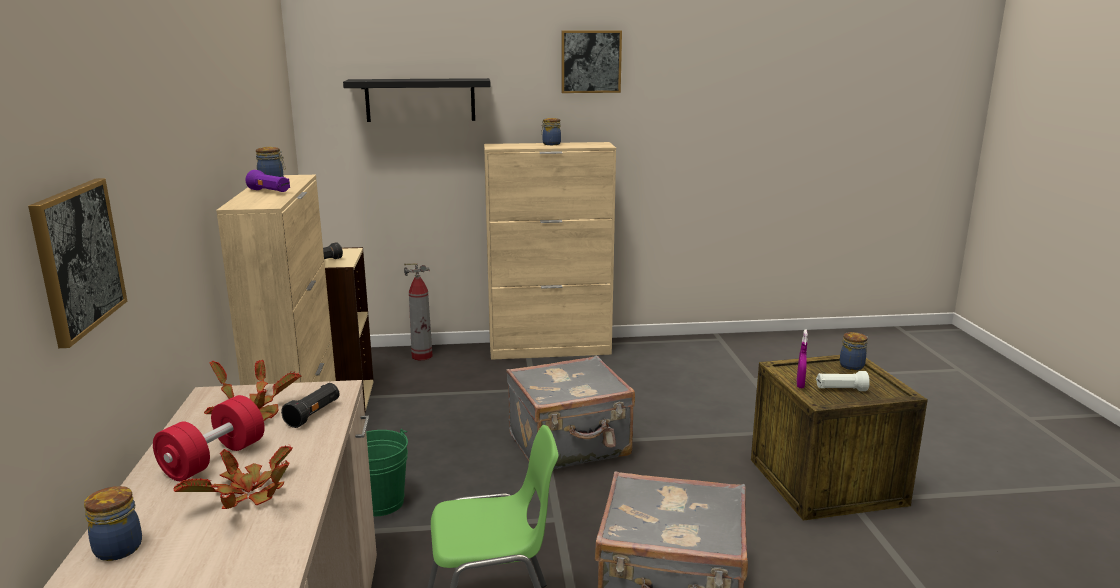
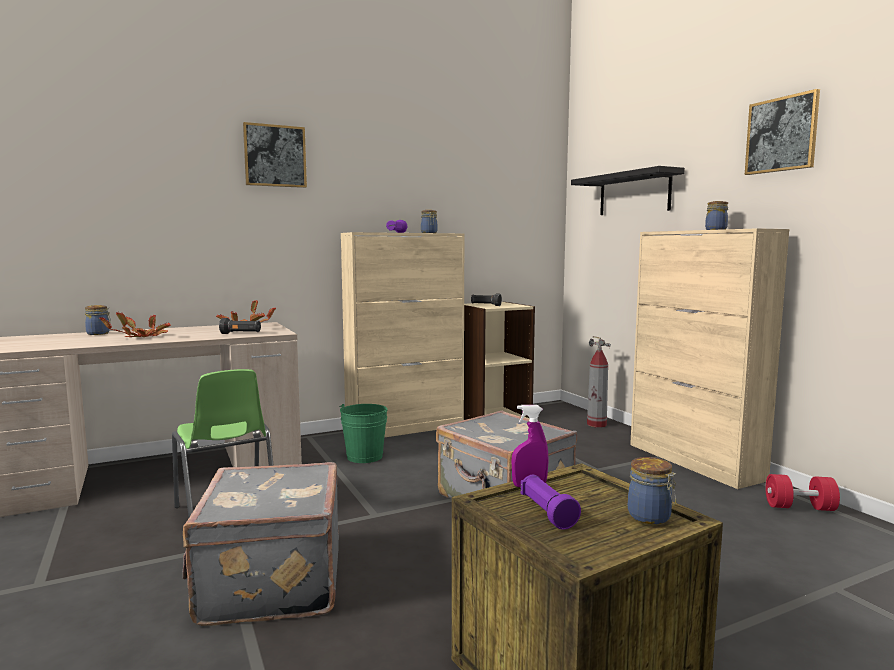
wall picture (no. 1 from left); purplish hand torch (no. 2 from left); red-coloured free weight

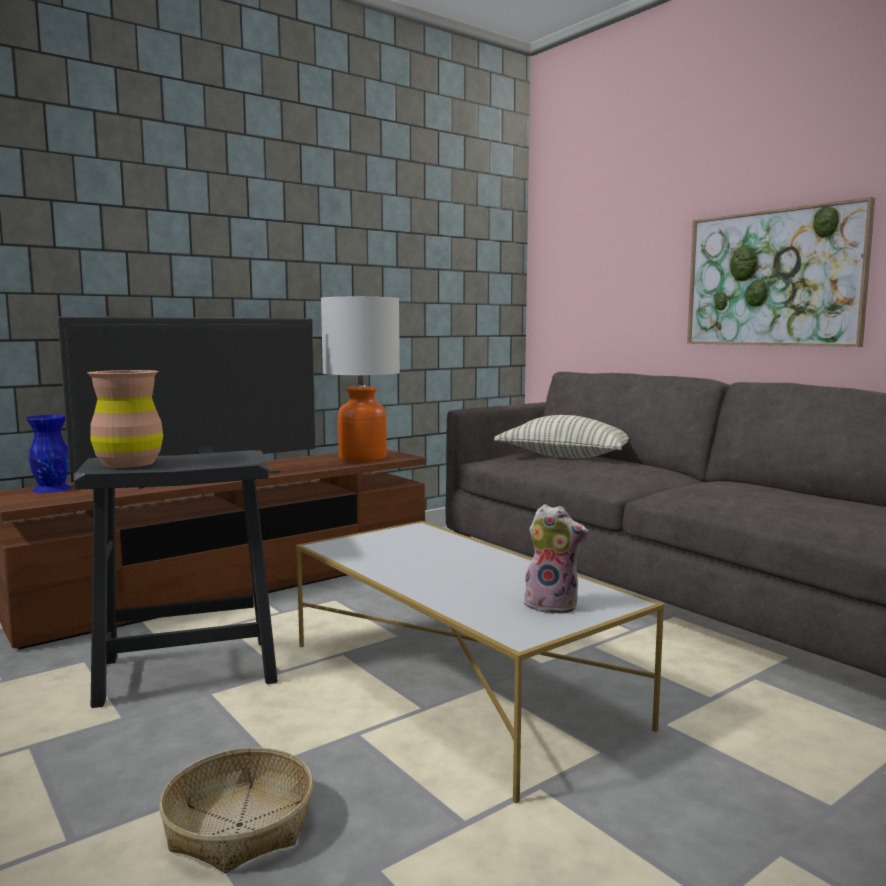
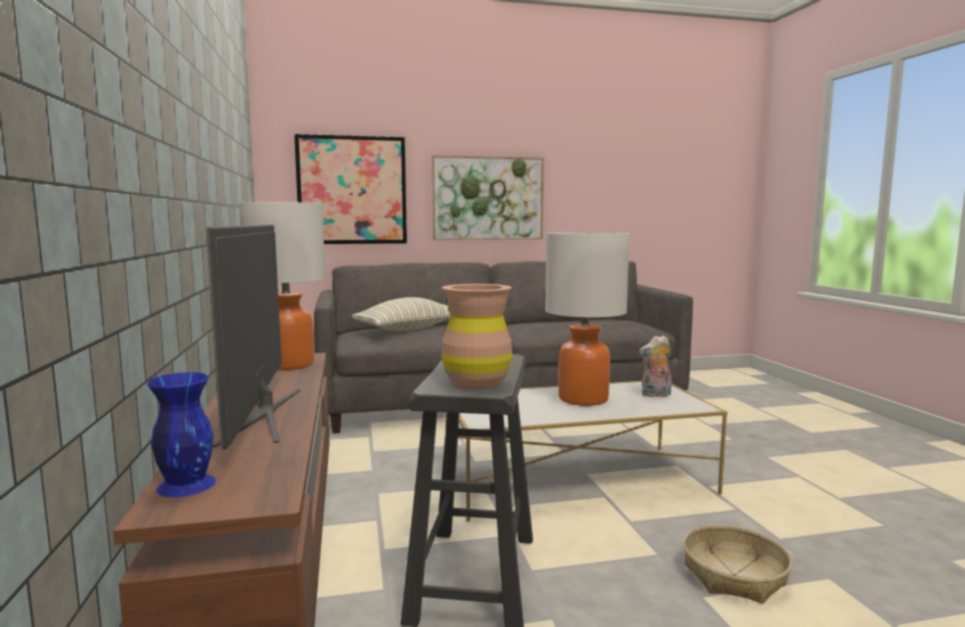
wall picture (no. 1 from left); tabletop lamp (no. 2 from left); cuddly toy

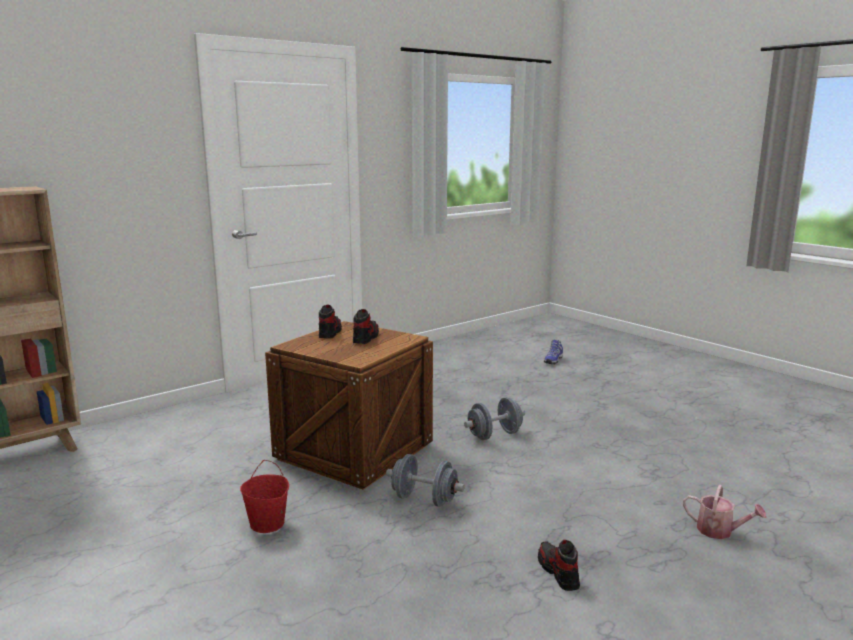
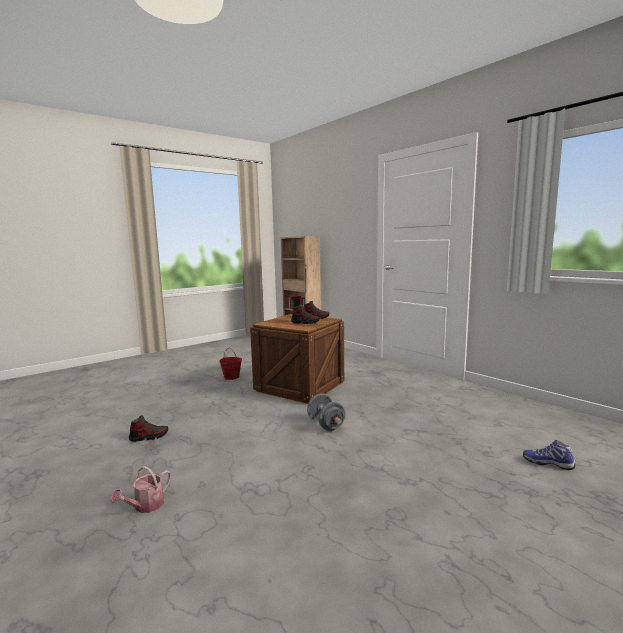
gray free weight (no. 1 from left in the first image)

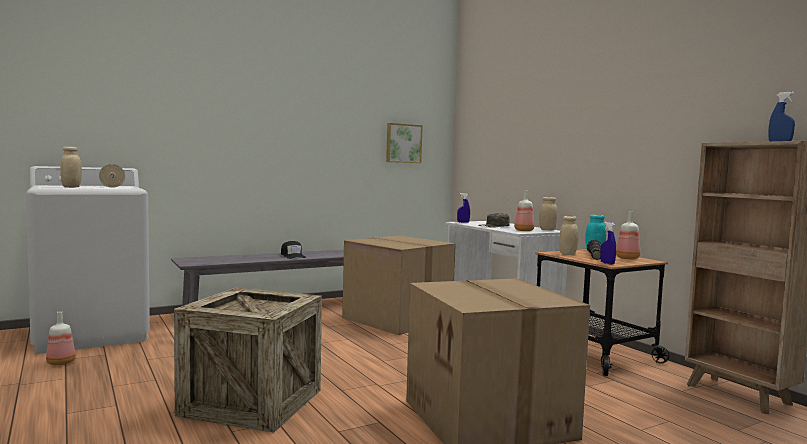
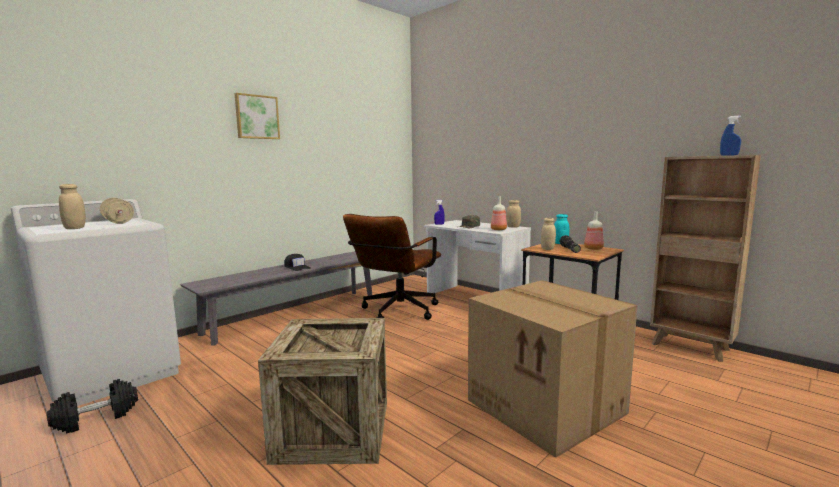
black-coloured free weight; wall picture; brown computer chair; blue-coloured sprayer (no. 2 from left in the first image)

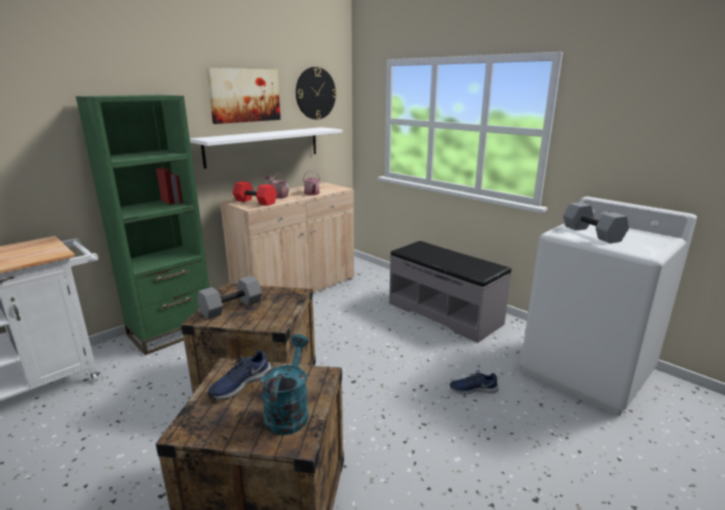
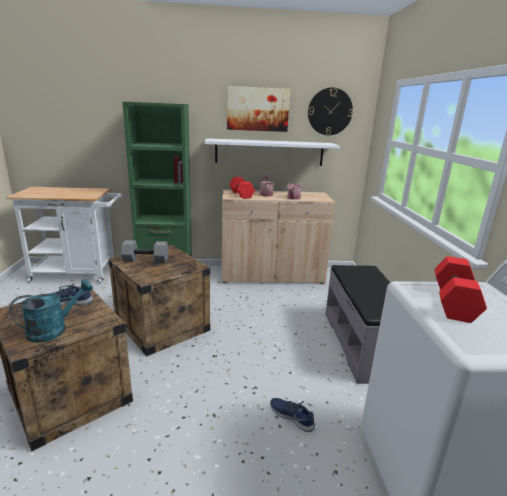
red-coloured free weight (no. 2 from left)

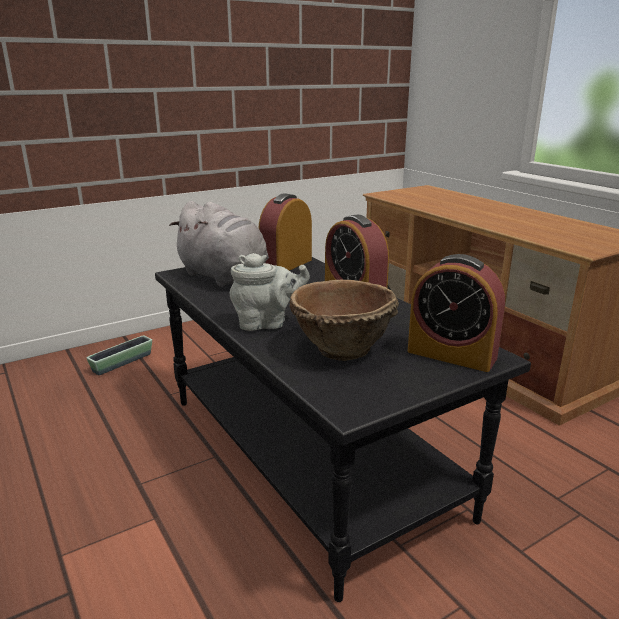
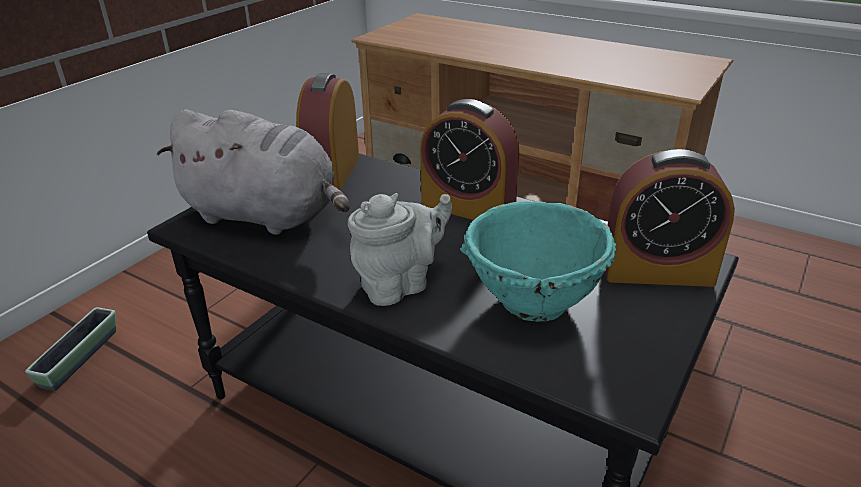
turquoise bowl

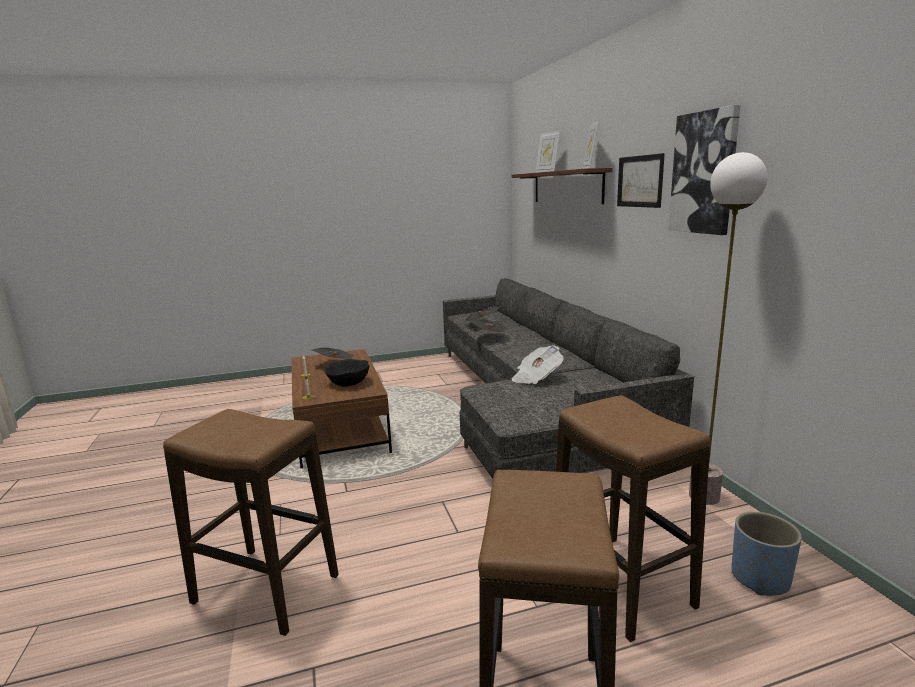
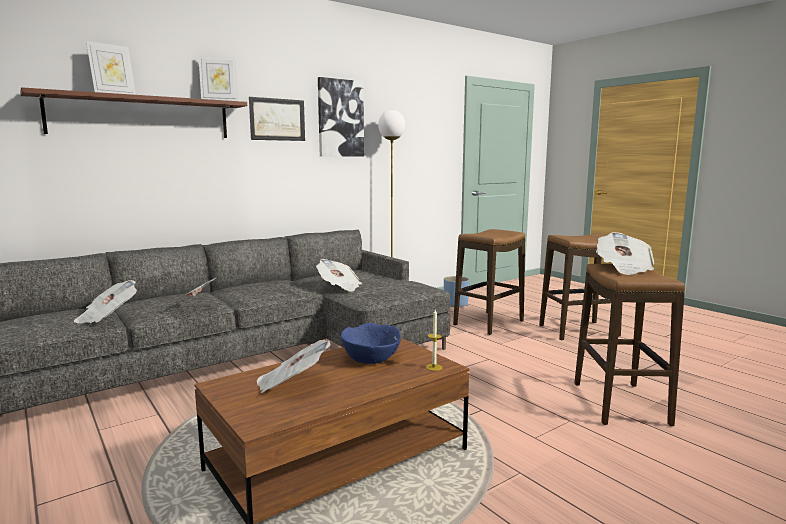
blue-coloured bowl; printed paper (no. 5 from left)

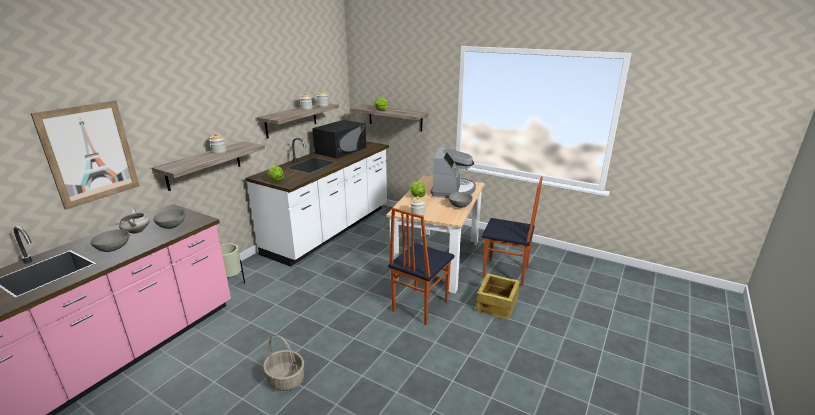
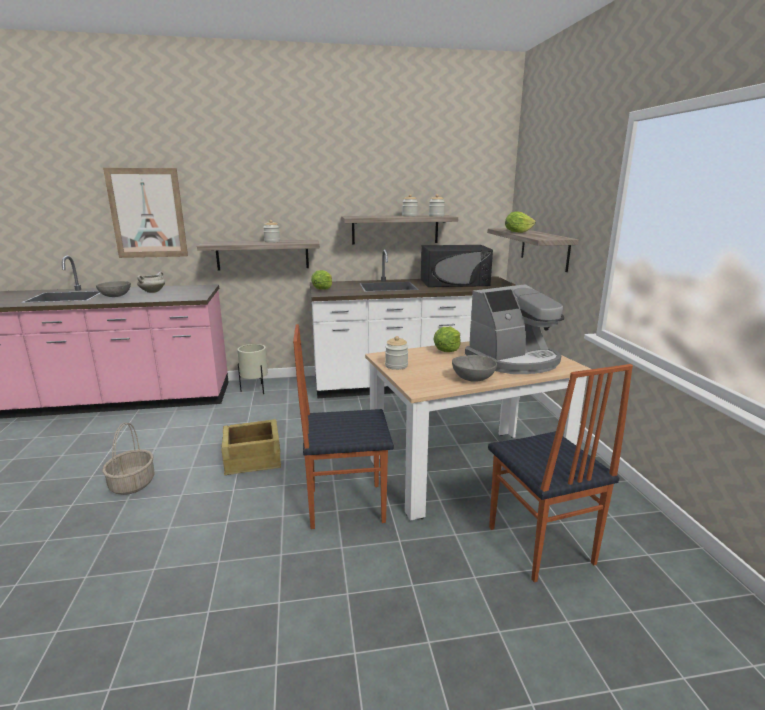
crate; gray bowl (no. 2 from left in the first image)

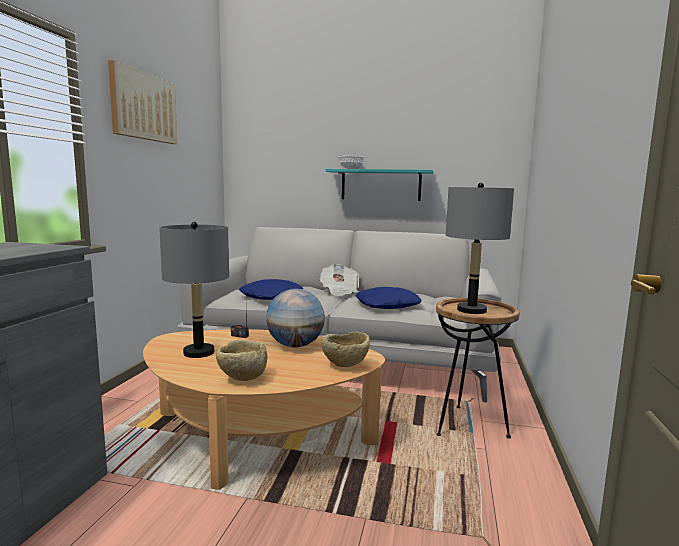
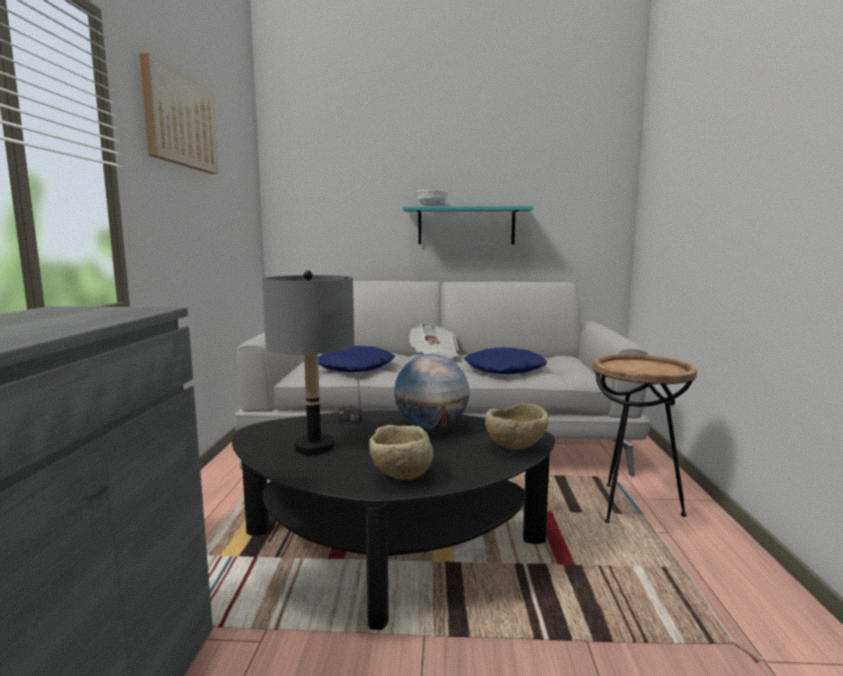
black-coloured lounge table; gray tabletop lamp (no. 2 from left in the first image)

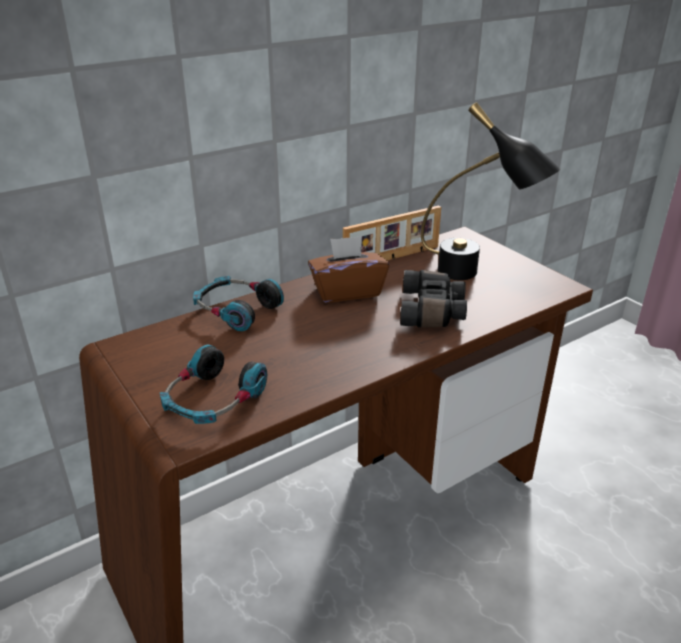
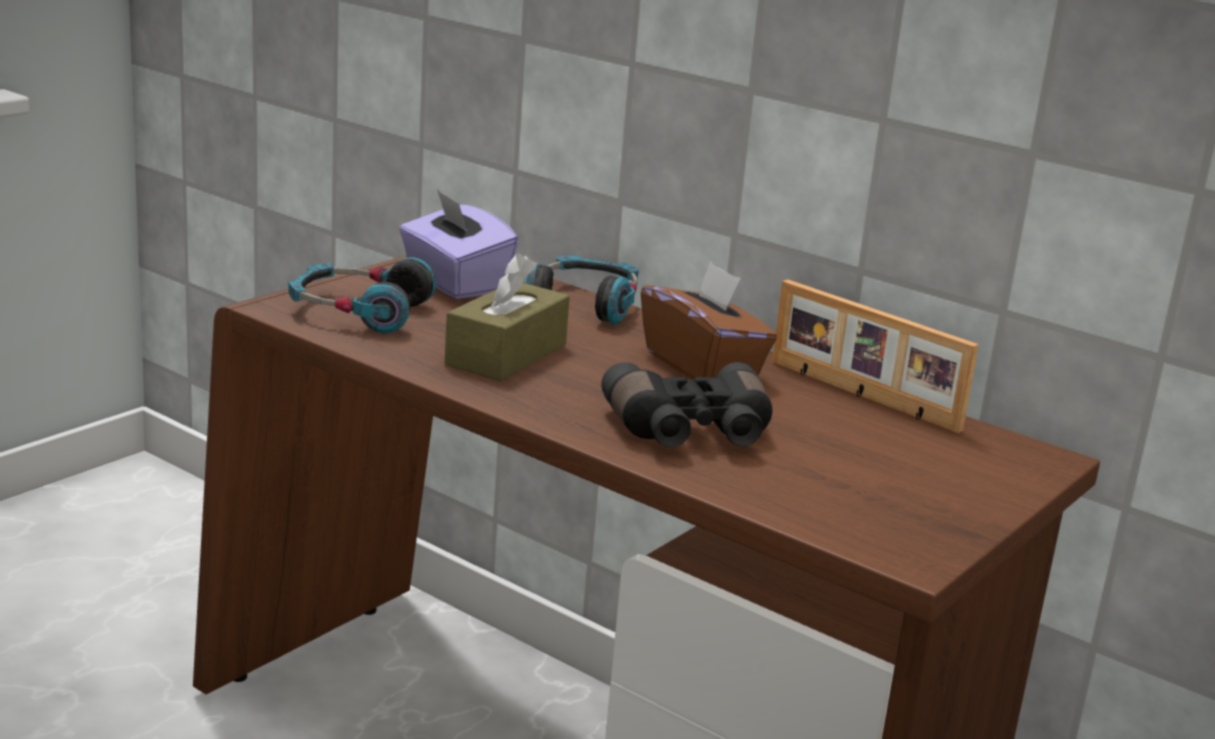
purplish box of tissues; brown box of tissues (no. 1 from left); black-coloured tabletop lamp

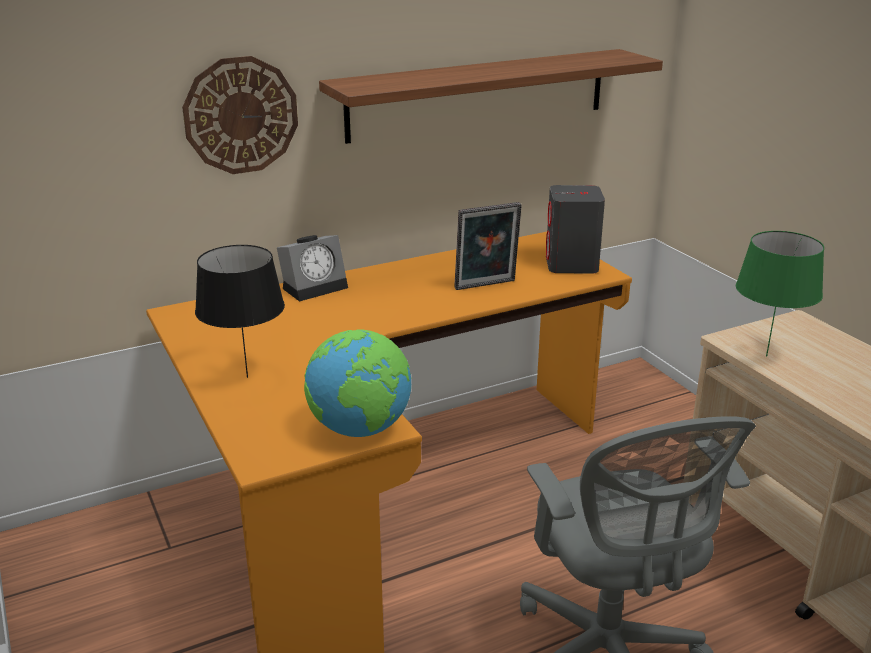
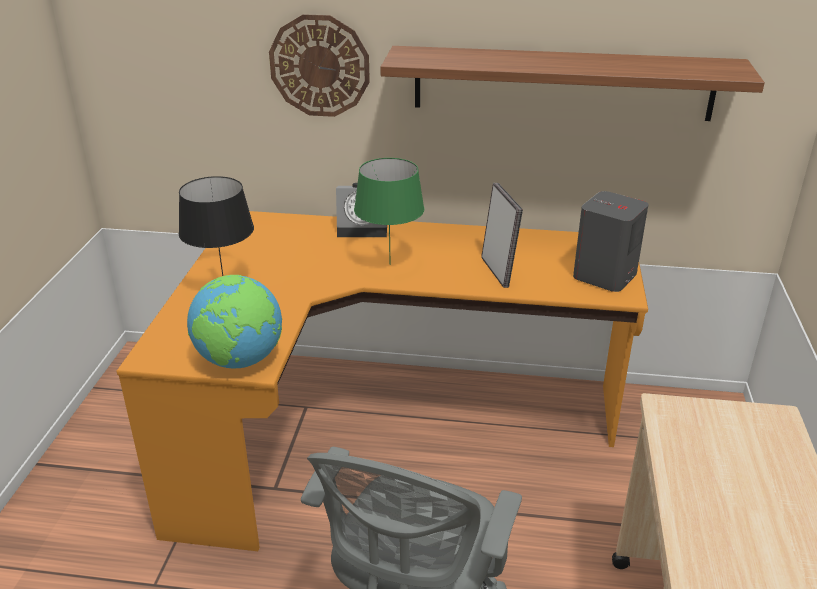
green tabletop lamp; photo frame

